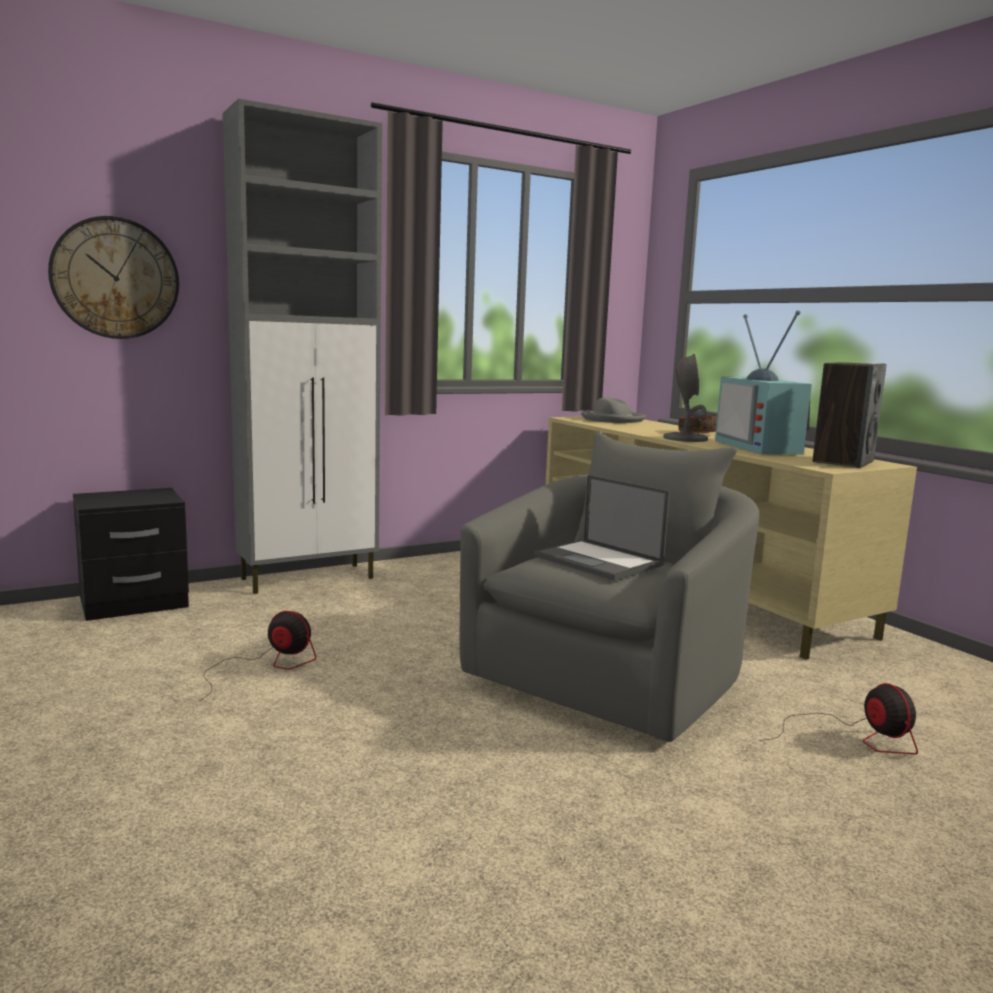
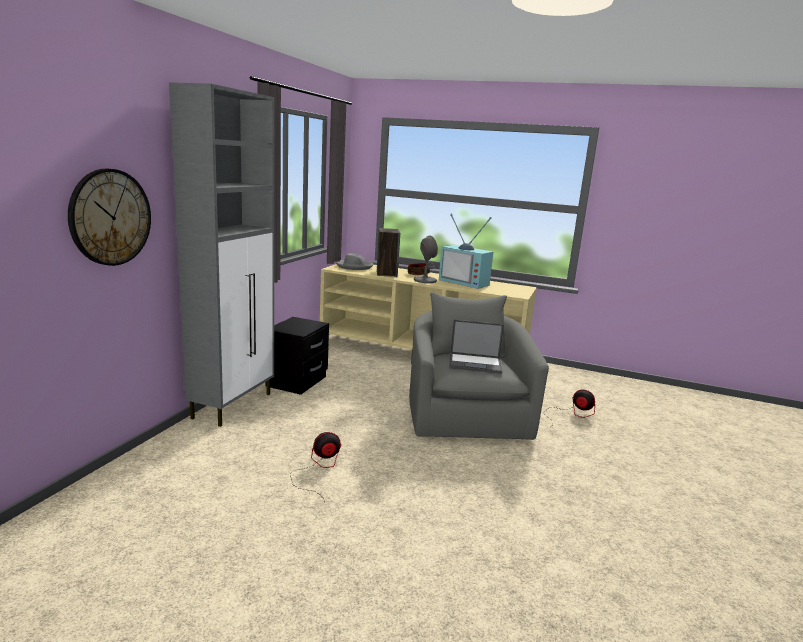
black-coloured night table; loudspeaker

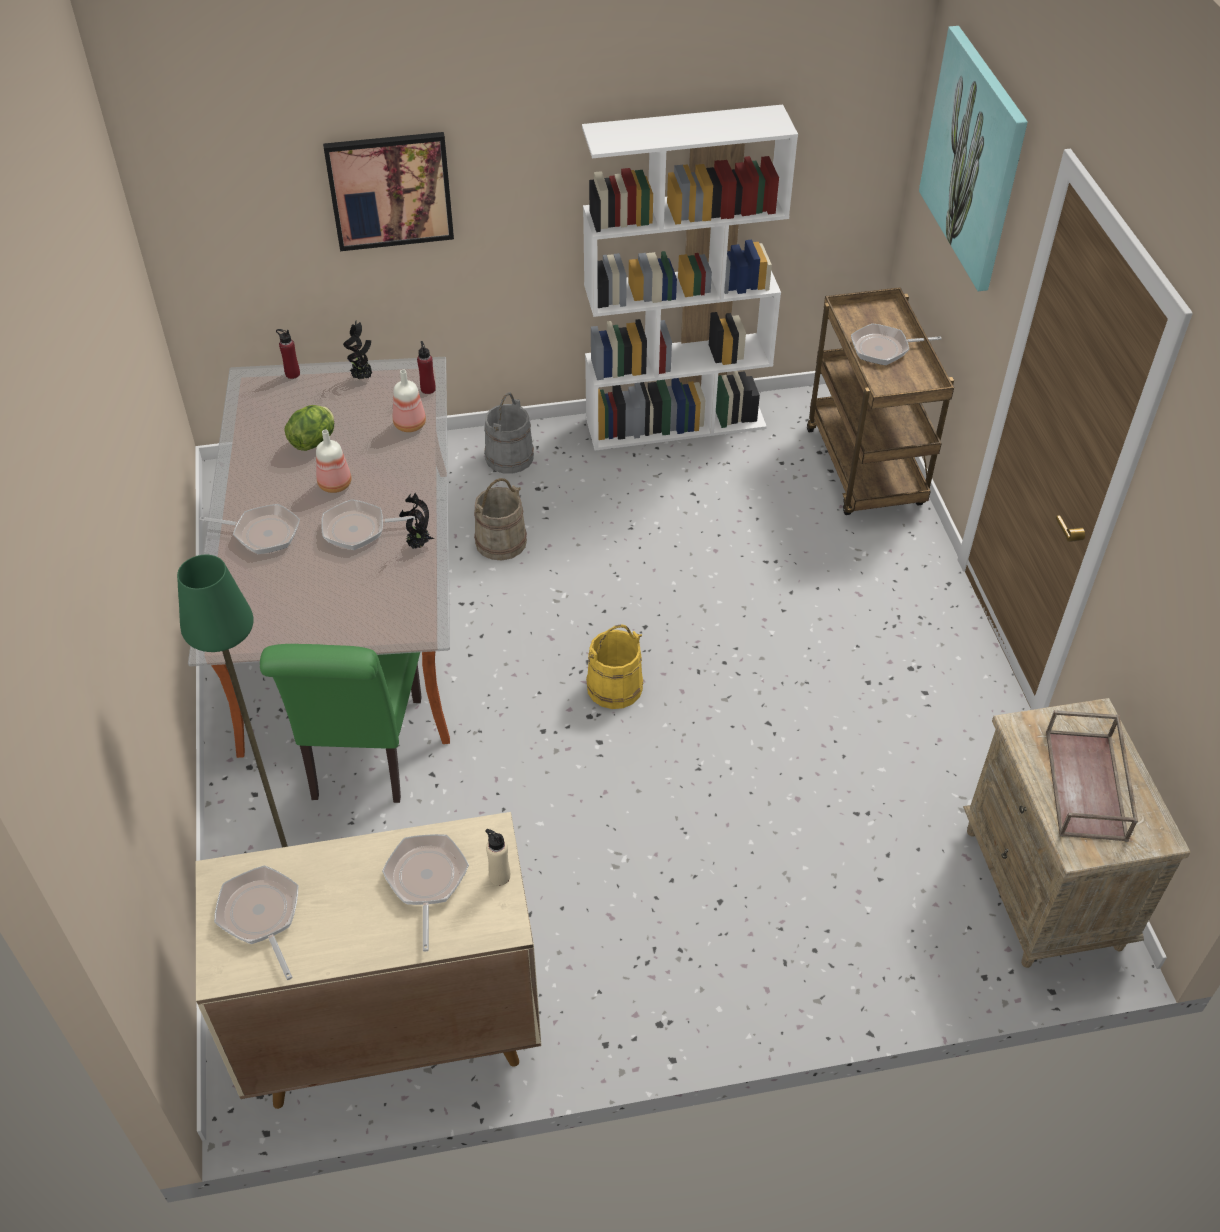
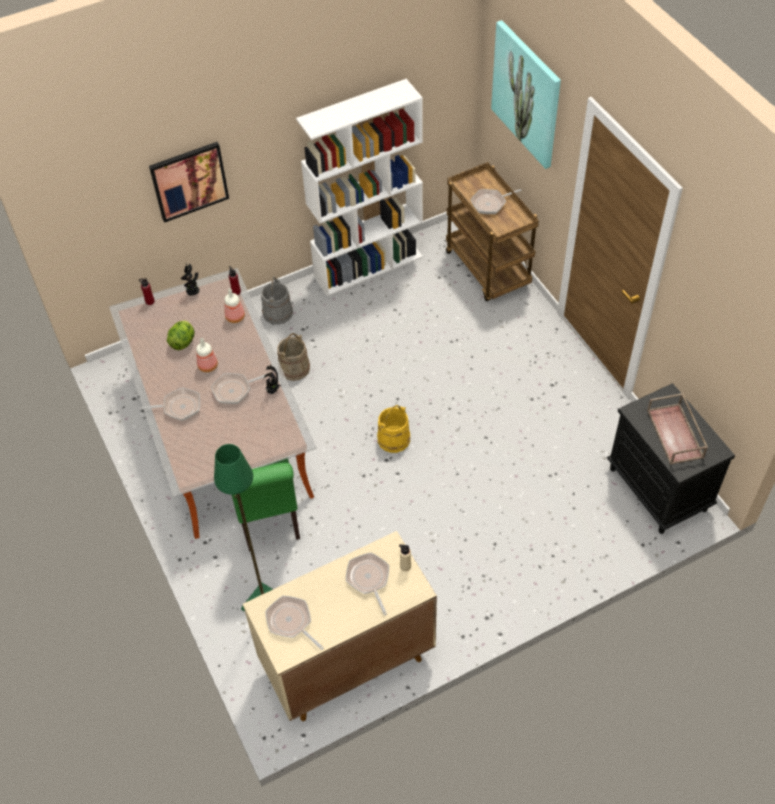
black-coloured night table

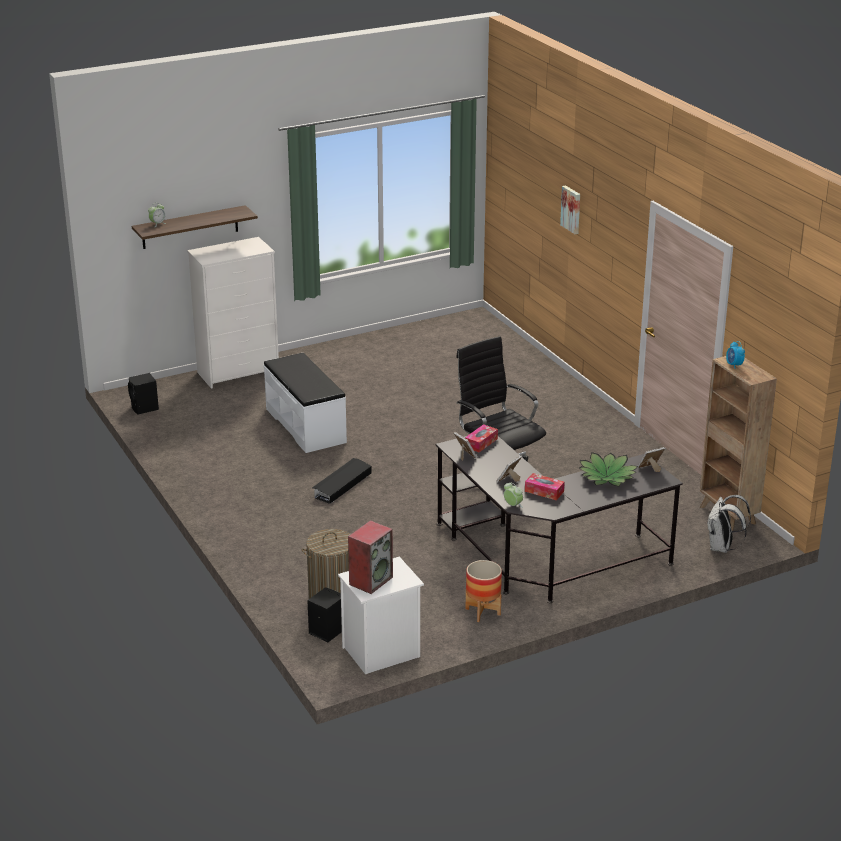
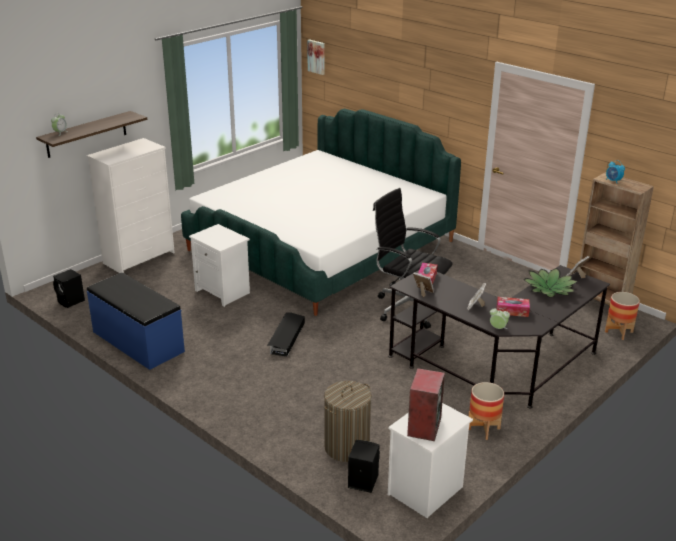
blue-coloured bench; sleeping bed; white night table (no. 1 from left); wall picture; plant pot (no. 2 from left)

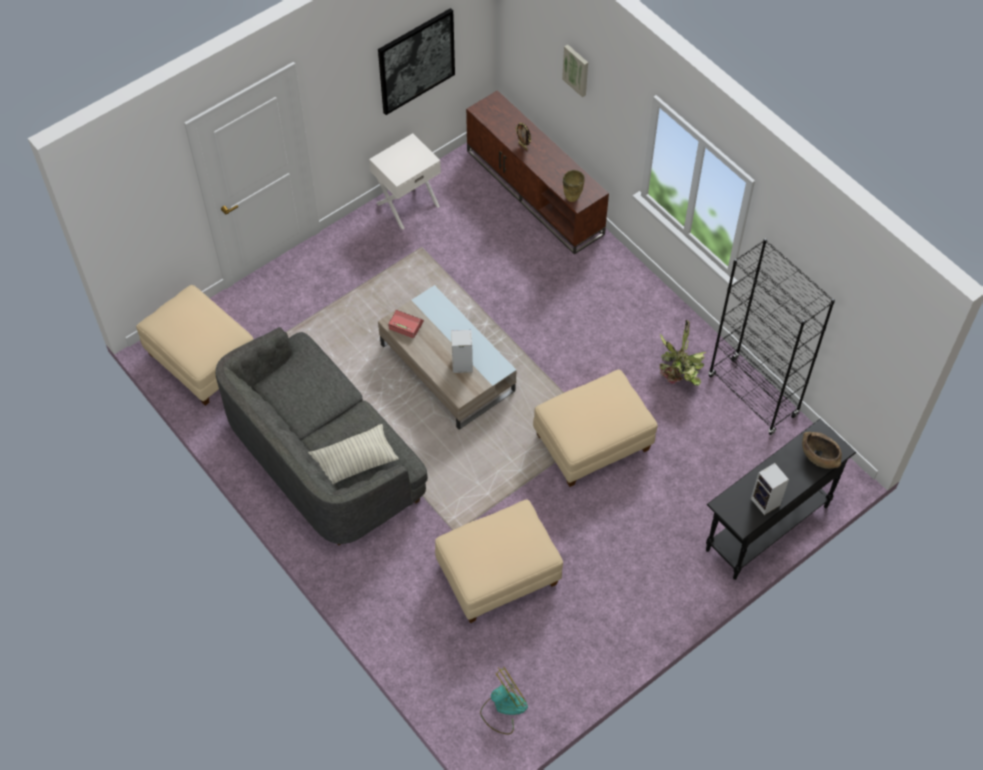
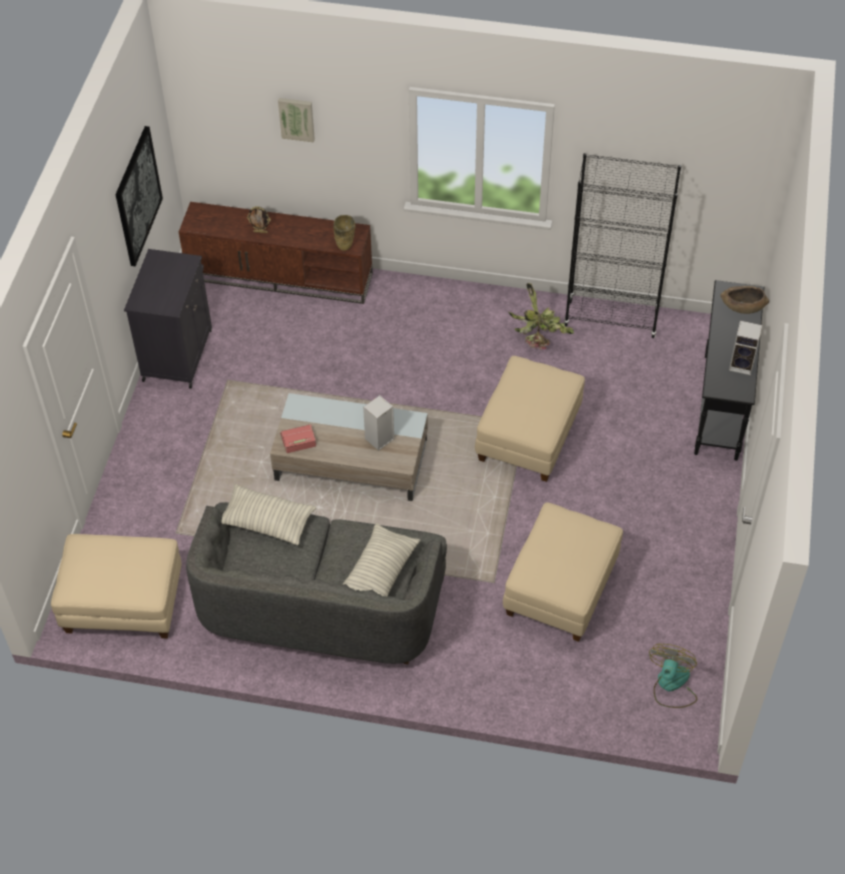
black-coloured cupboard; pillow (no. 1 from left)

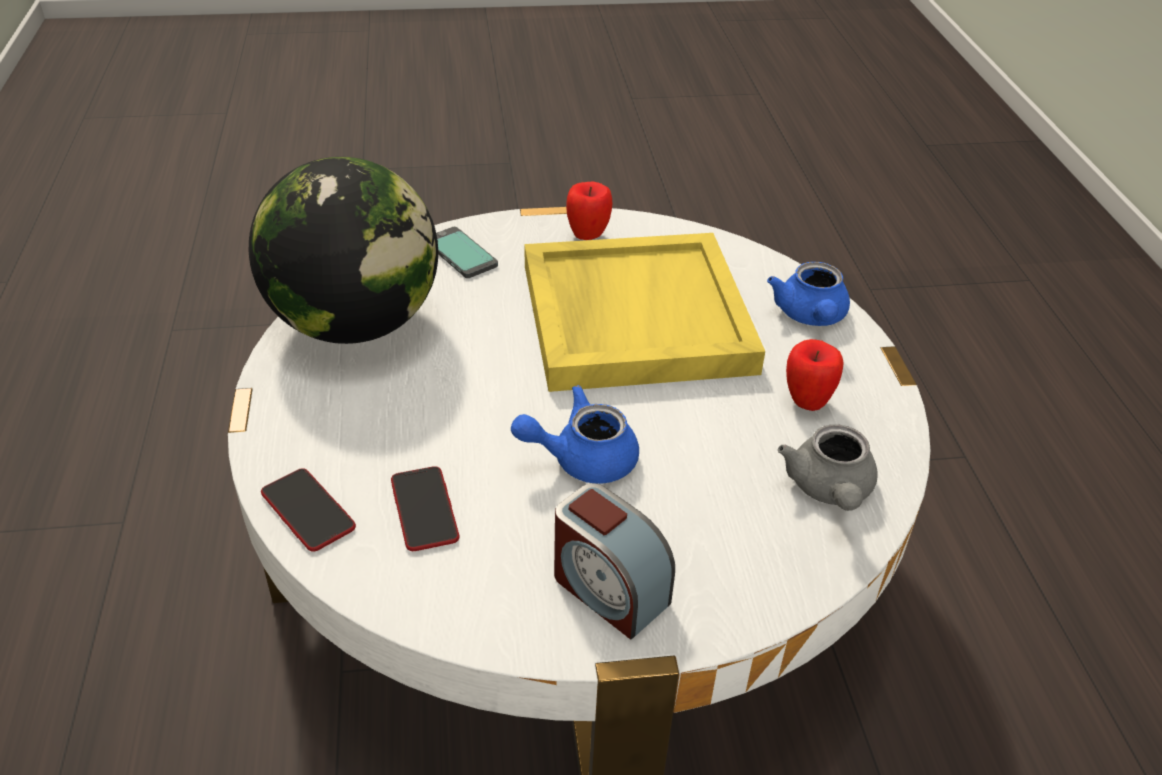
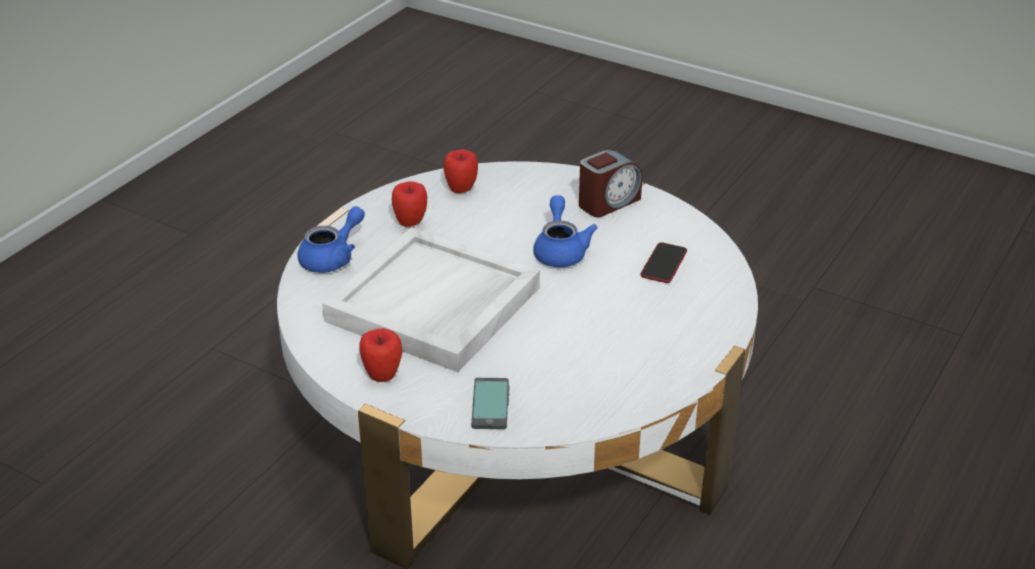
white serving tray; apple fruit (no. 3 from left); blue-coloured tea pot (no. 2 from left); bedside clock; desk globe; handset (no. 1 from left in the first image)

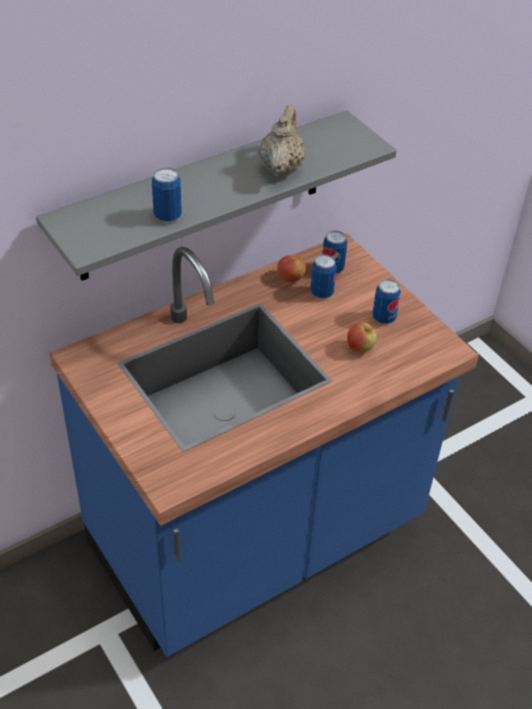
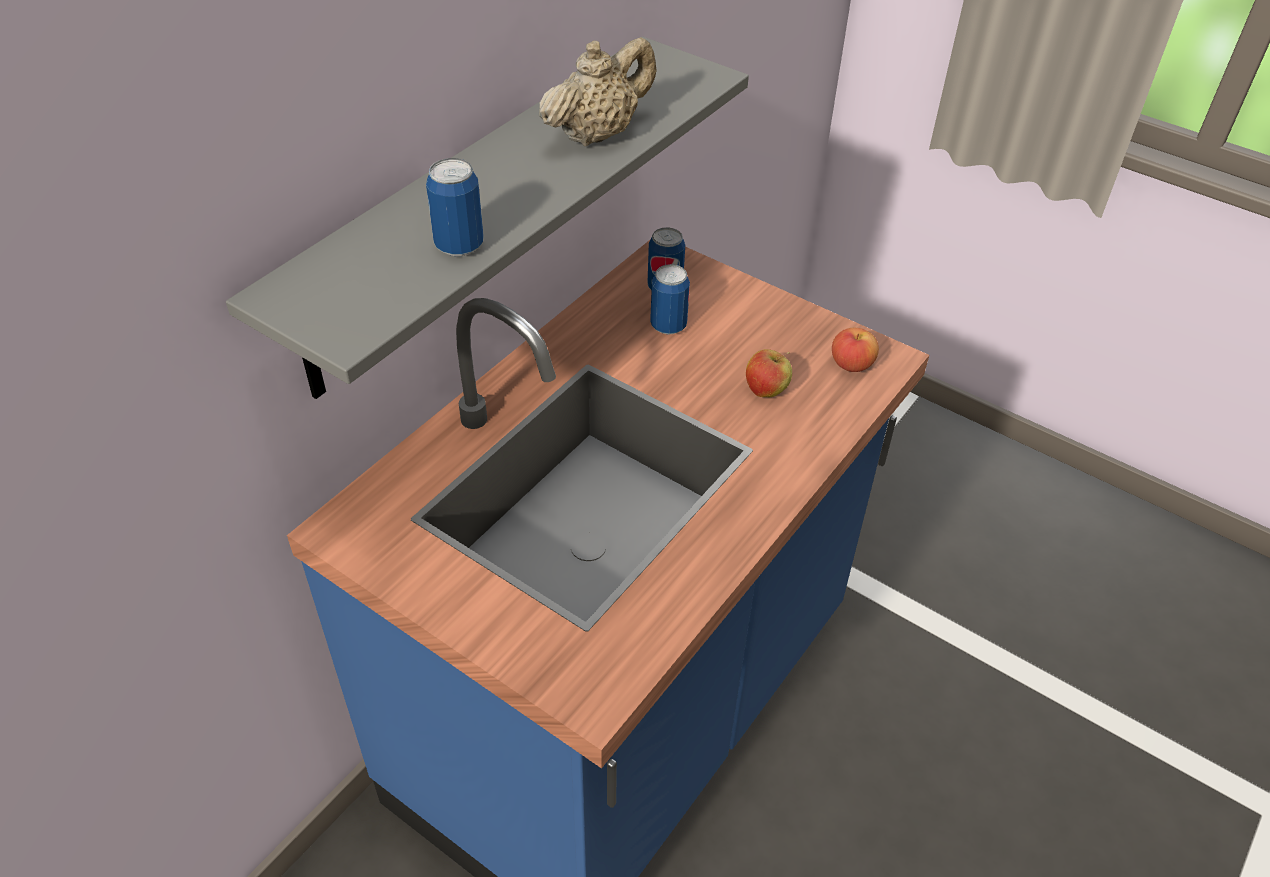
beige-coloured tea pot; apple fruit (no. 2 from left); sealed can (no. 4 from left in the first image)

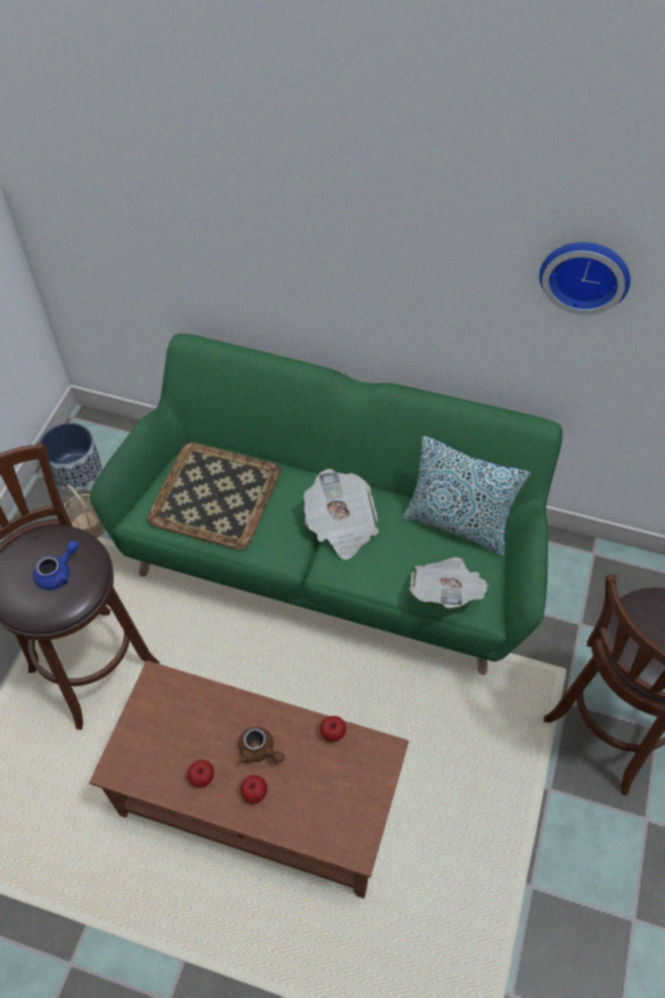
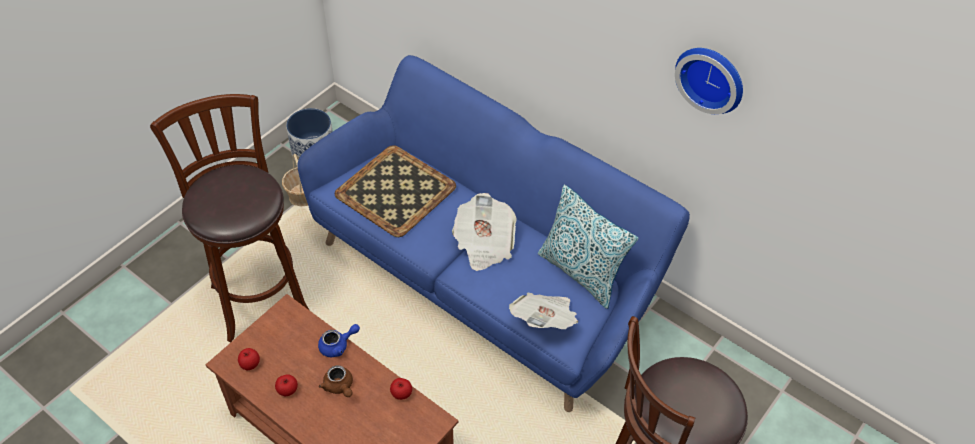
apple fruit (no. 1 from left); blue-coloured settee; blue-coloured tea pot

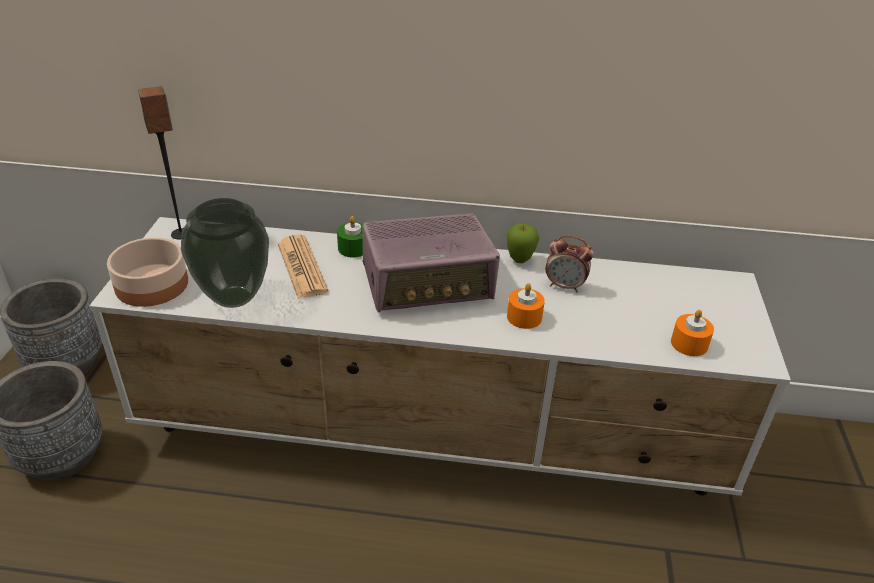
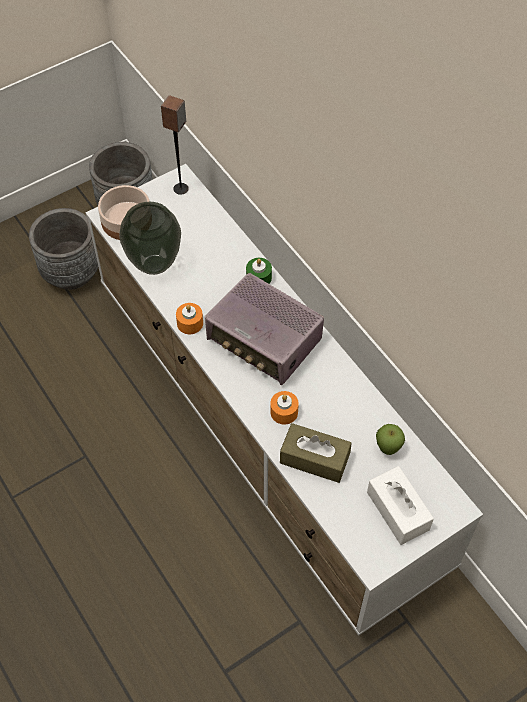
orange wax candle (no. 1 from left); brown box of tissues; white box of tissues; apple fruit; printed paper; bedside clock

